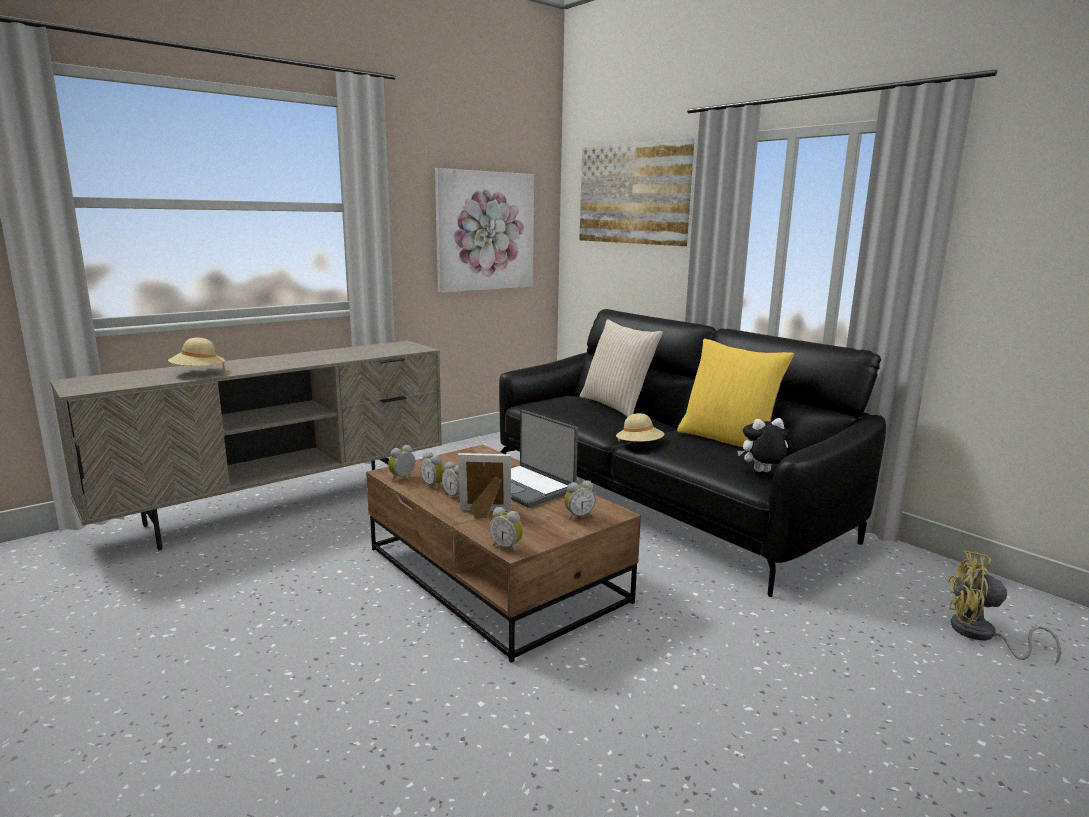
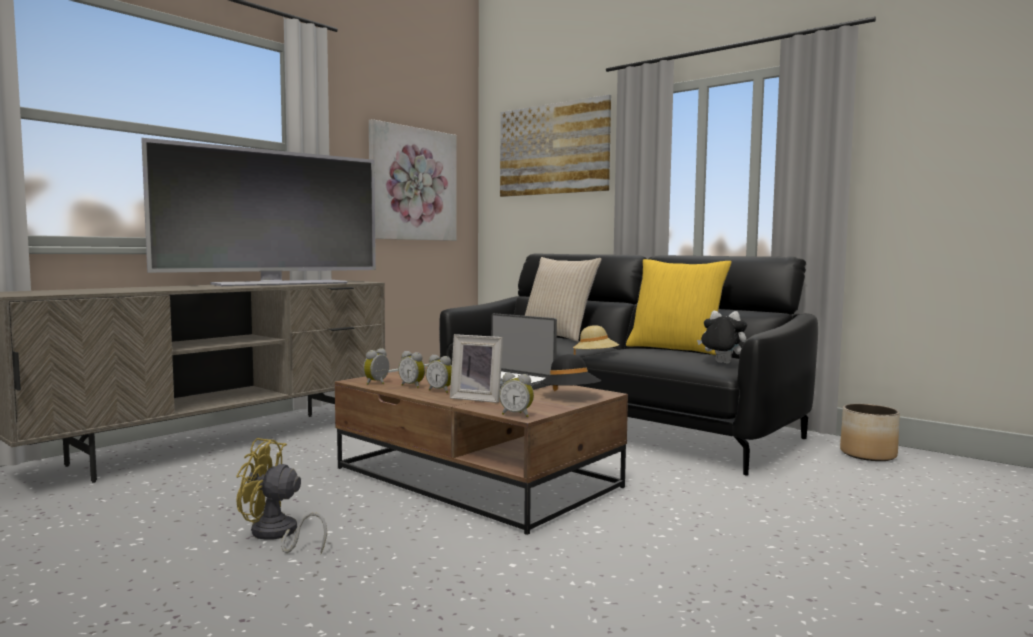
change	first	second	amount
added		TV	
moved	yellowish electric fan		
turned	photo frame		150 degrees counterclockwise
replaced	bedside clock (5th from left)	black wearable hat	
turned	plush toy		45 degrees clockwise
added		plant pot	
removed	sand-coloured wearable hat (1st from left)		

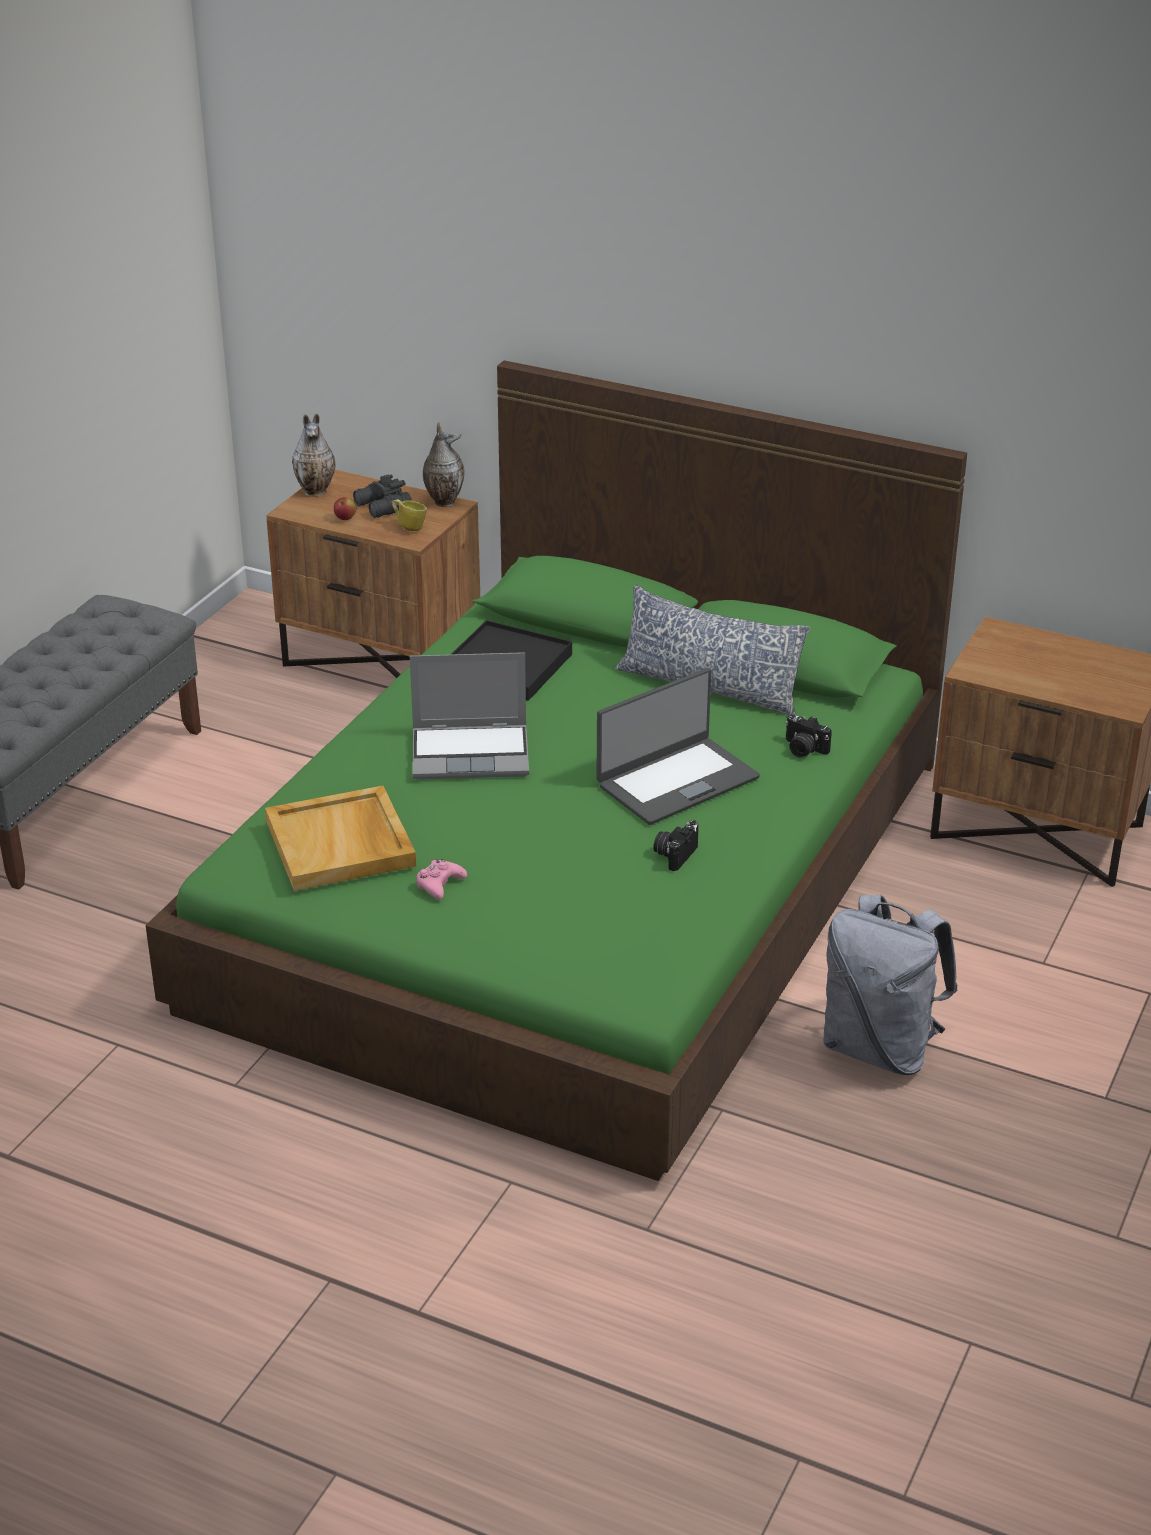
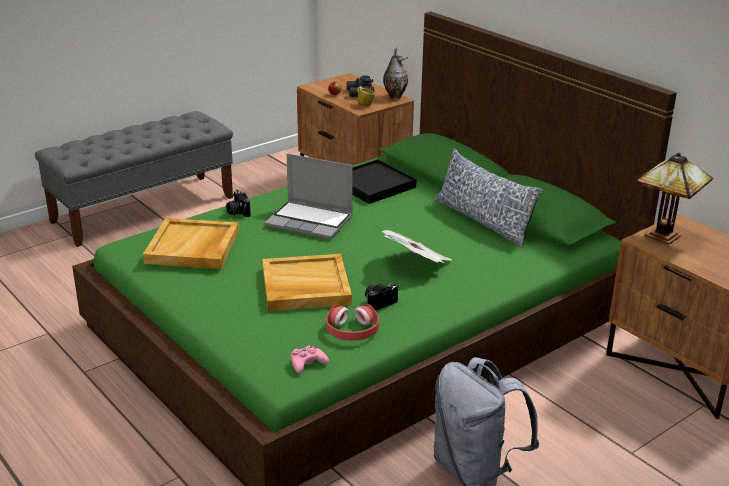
change	first	second	amount
moved	photo camera (2nd from left in the first image)	photo camera (1st from left)	
added		sand-coloured carrying tray (2nd from left)	
moved	pinkish game controller		
added		reddish headphones	
replaced	portable computer (2nd from left)	daily paper	
added		lamp for a table	
removed	flower vase (1st from left)		

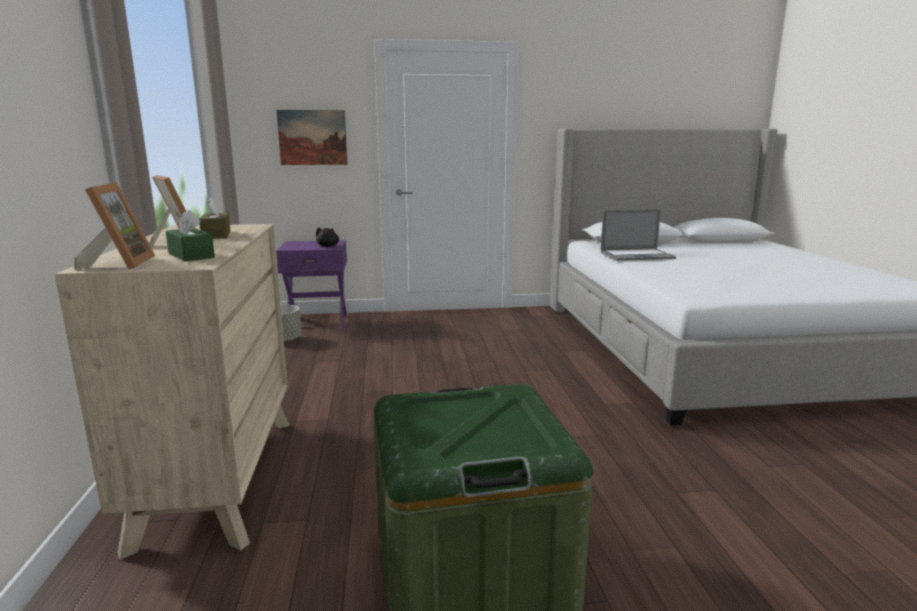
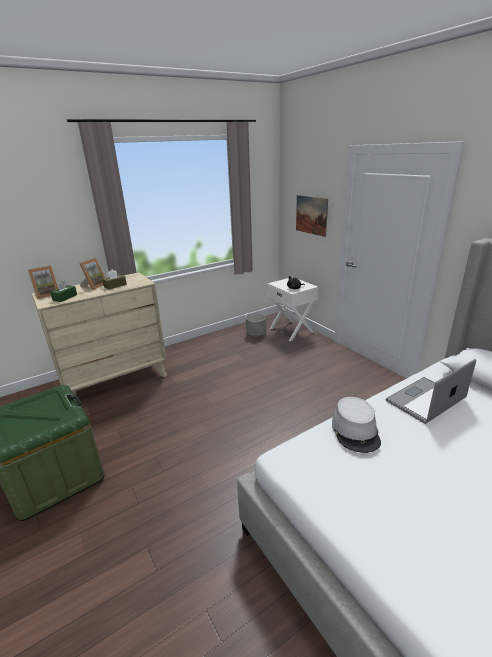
change	first	second	amount
recoloured	purple night table	white-coloured night table	
added		gray wearable hat	
turned	portable computer		90 degrees clockwise

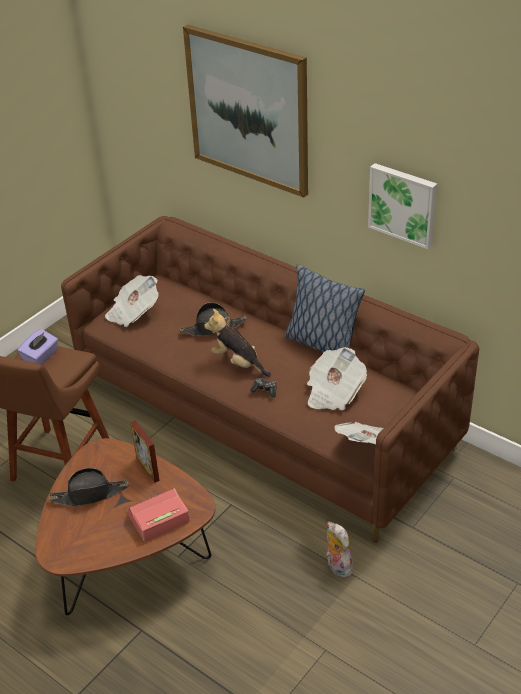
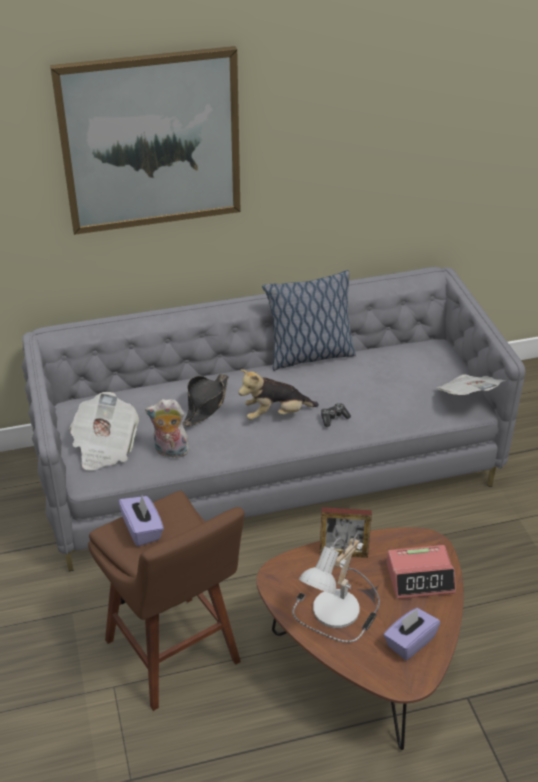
change	first	second	amount
recoloured	brown-coloured couch	gray couch	
moved	plush toy (2nd from left in the first image)	plush toy (1st from left)	
replaced	black wearable hat (1st from left)	lamp for a table	
added		purple tissue holder (2nd from left)	
turned	bedside clock		105 degrees counterclockwise
removed	daily paper (2nd from left)		
removed	picture (2nd from left)		

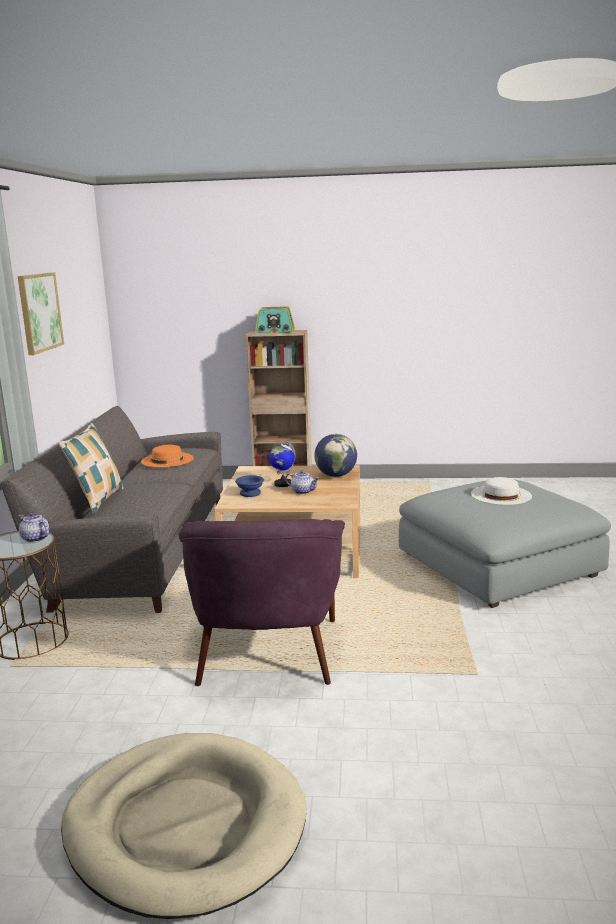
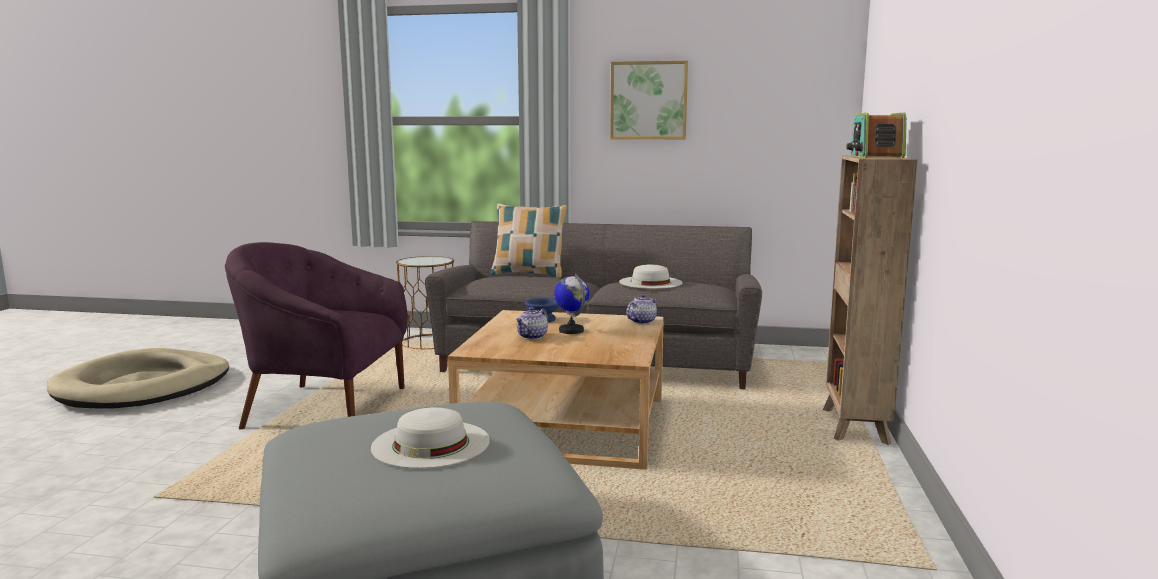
change	first	second	amount
recoloured	orange wearable hat	white-coloured wearable hat (2nd from left)	
moved	pot for tea (1st from left in the first image)	pot for tea (2nd from left)	
removed	globe (2nd from left)		

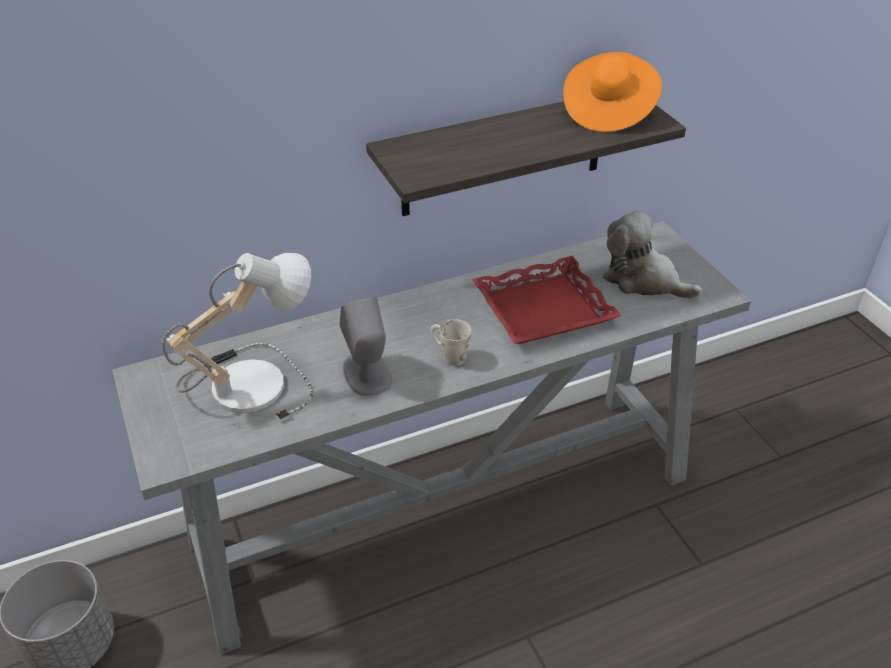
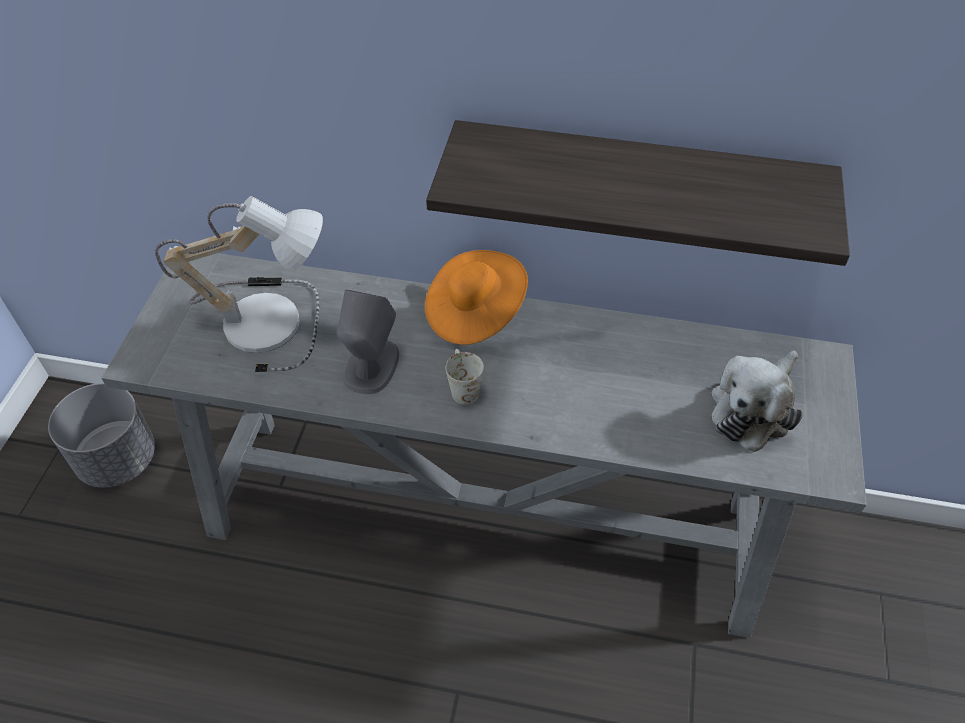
change	first	second	amount
moved	orange wearable hat		
turned	plush toy		120 degrees counterclockwise
removed	reddish carrying tray		

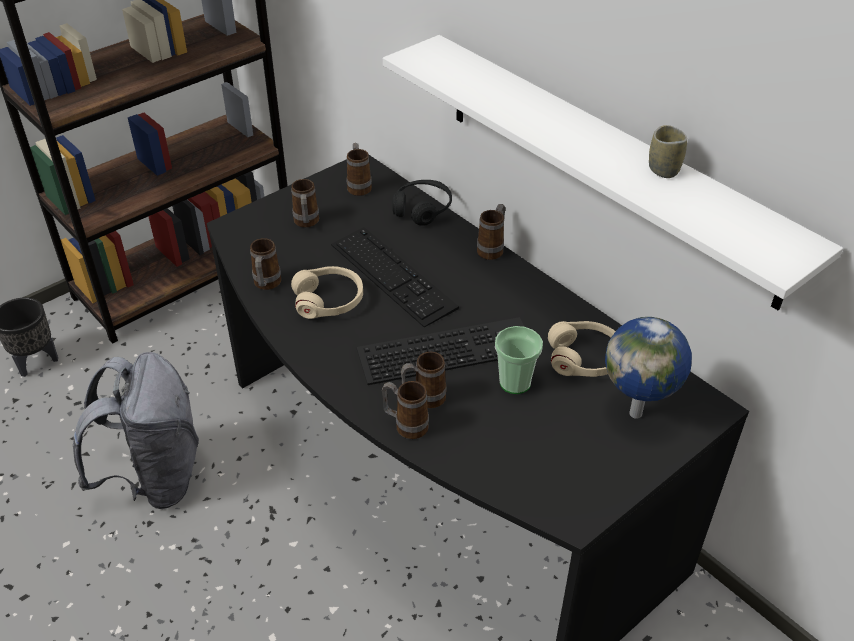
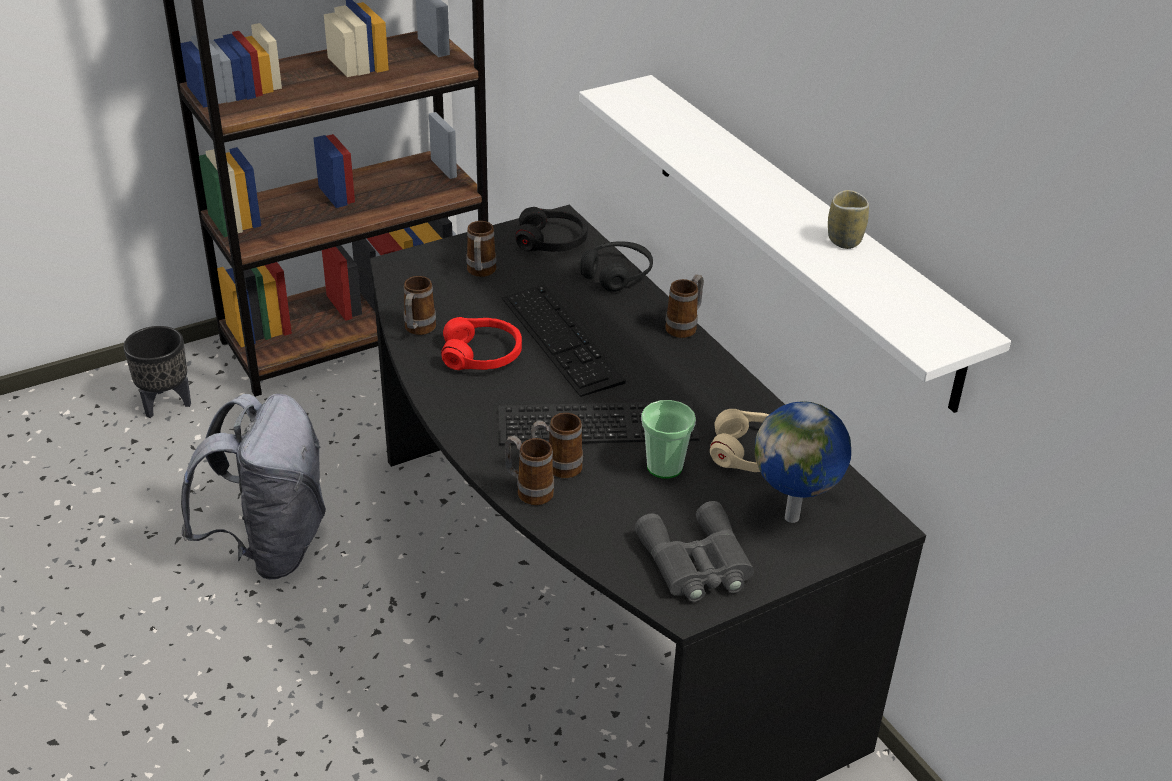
change	first	second	amount
recoloured	sand-coloured headphones (1st from left)	reddish headphones	
replaced	tea mug (3rd from left)	black headphones (1st from left)	
added		gray pair of binoculars	

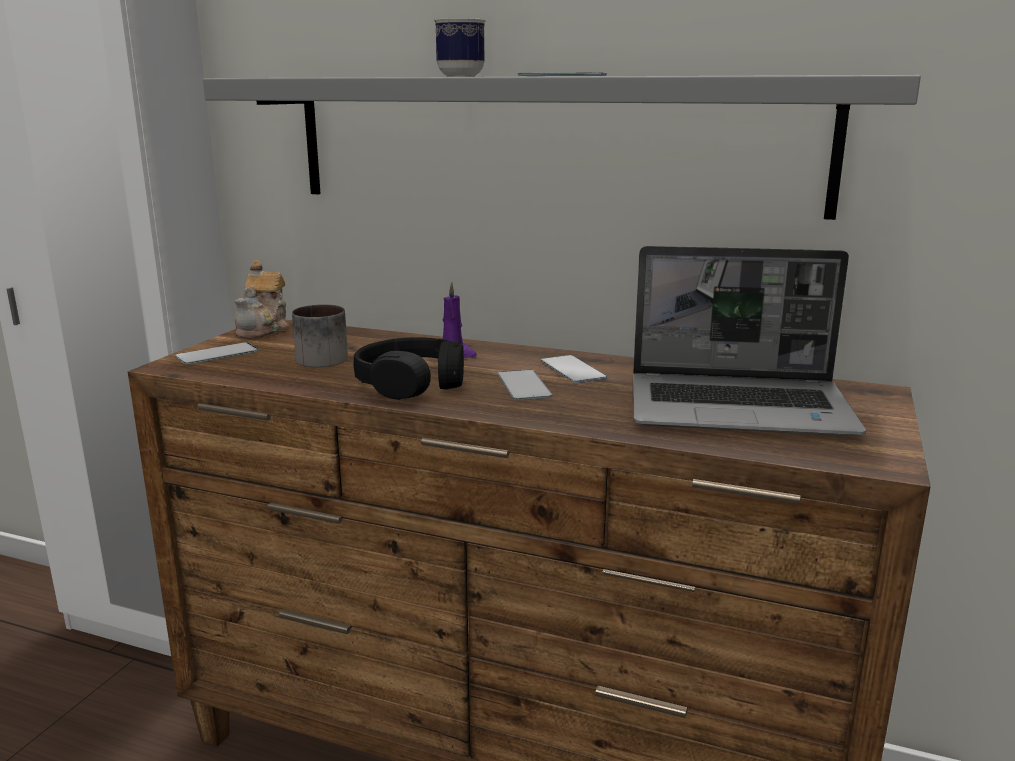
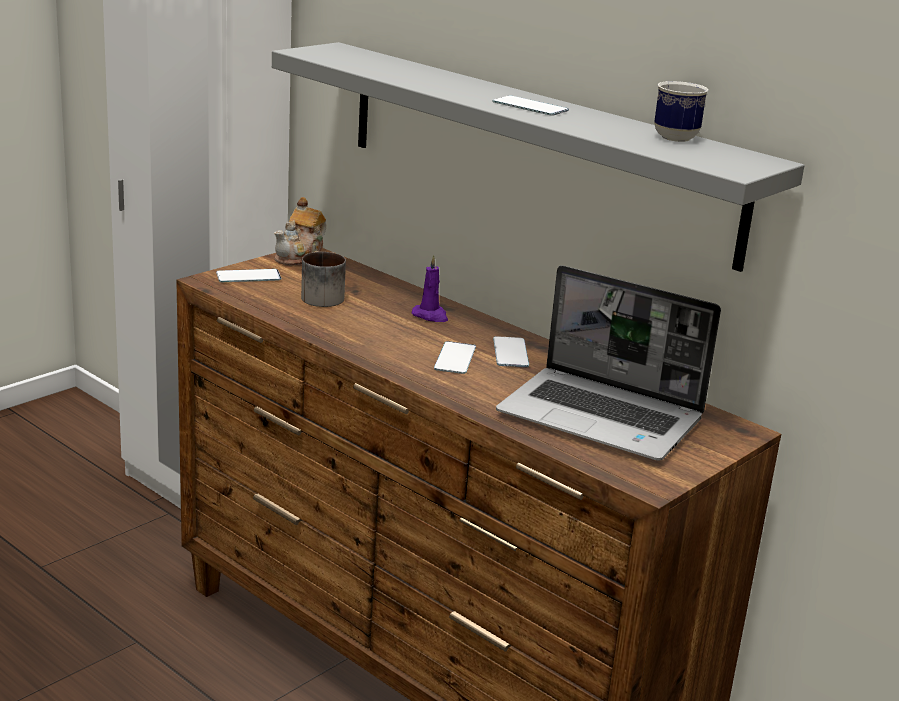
change	first	second	amount
moved	tea mug (2nd from left)		
removed	black headphones		

